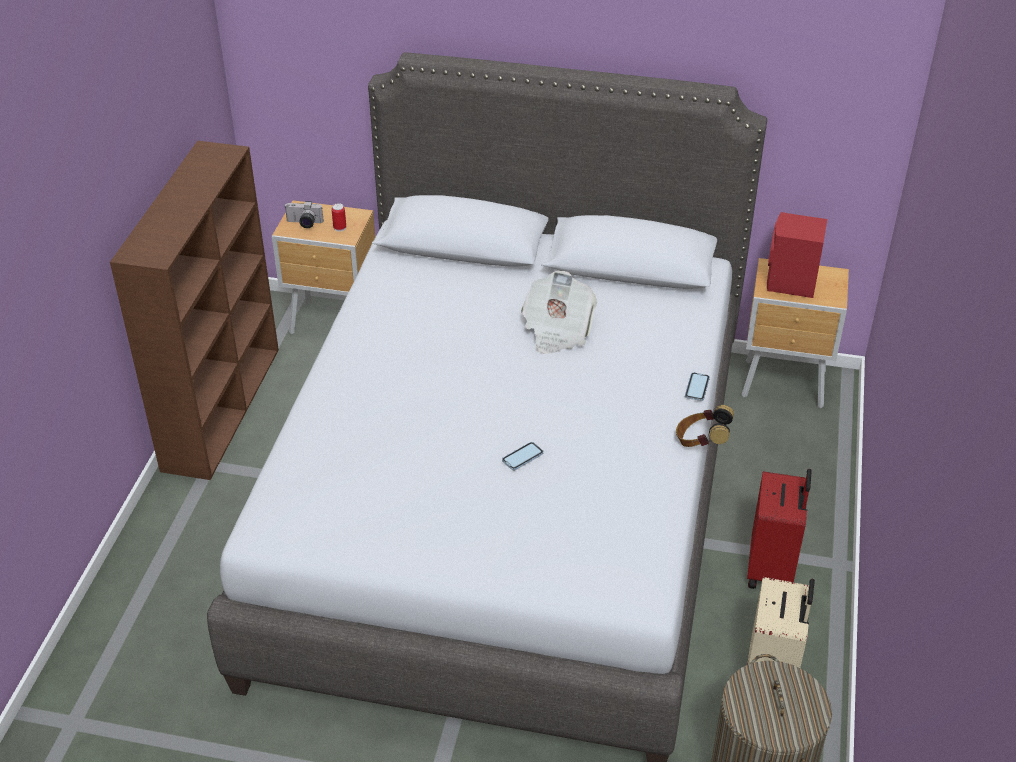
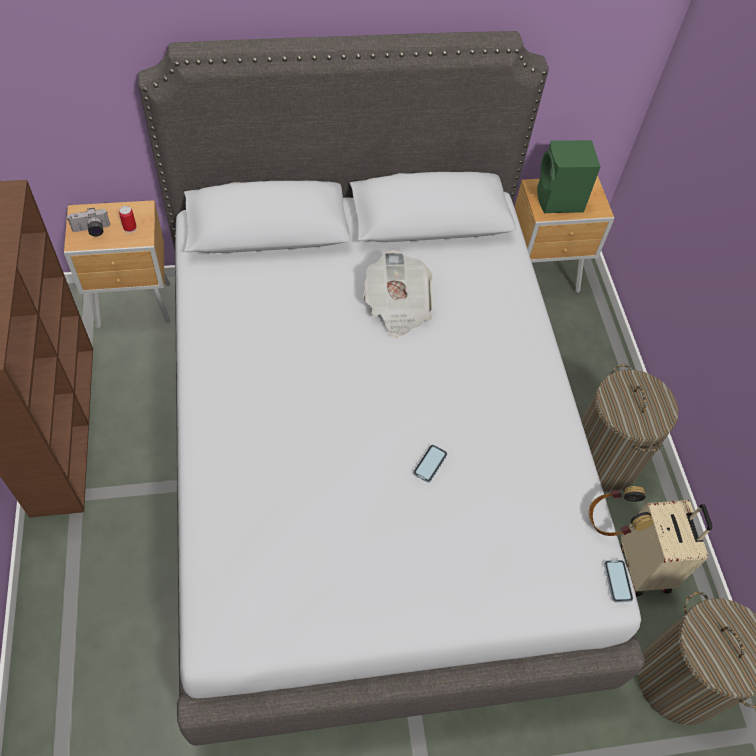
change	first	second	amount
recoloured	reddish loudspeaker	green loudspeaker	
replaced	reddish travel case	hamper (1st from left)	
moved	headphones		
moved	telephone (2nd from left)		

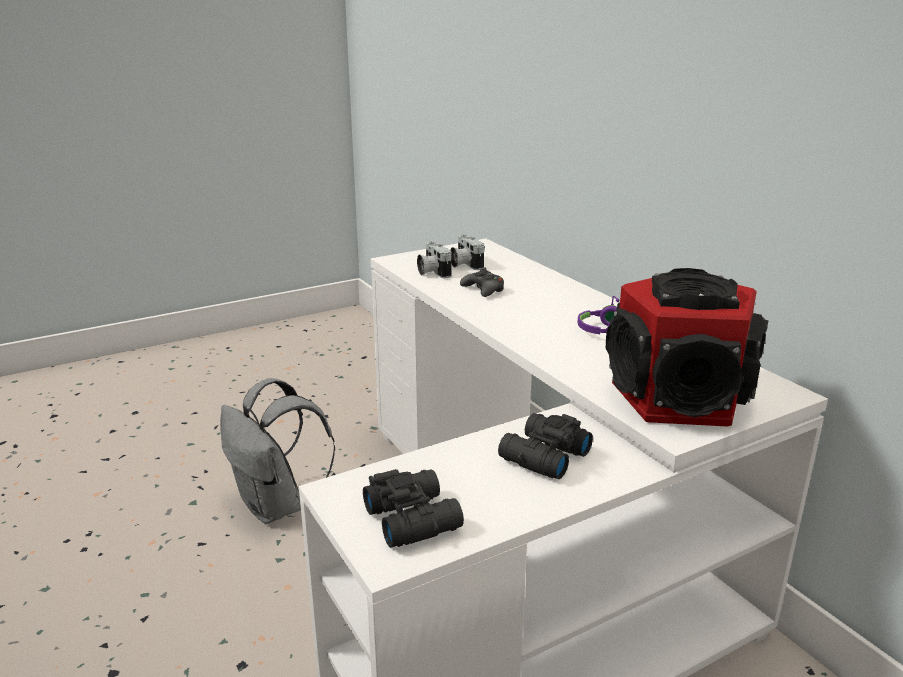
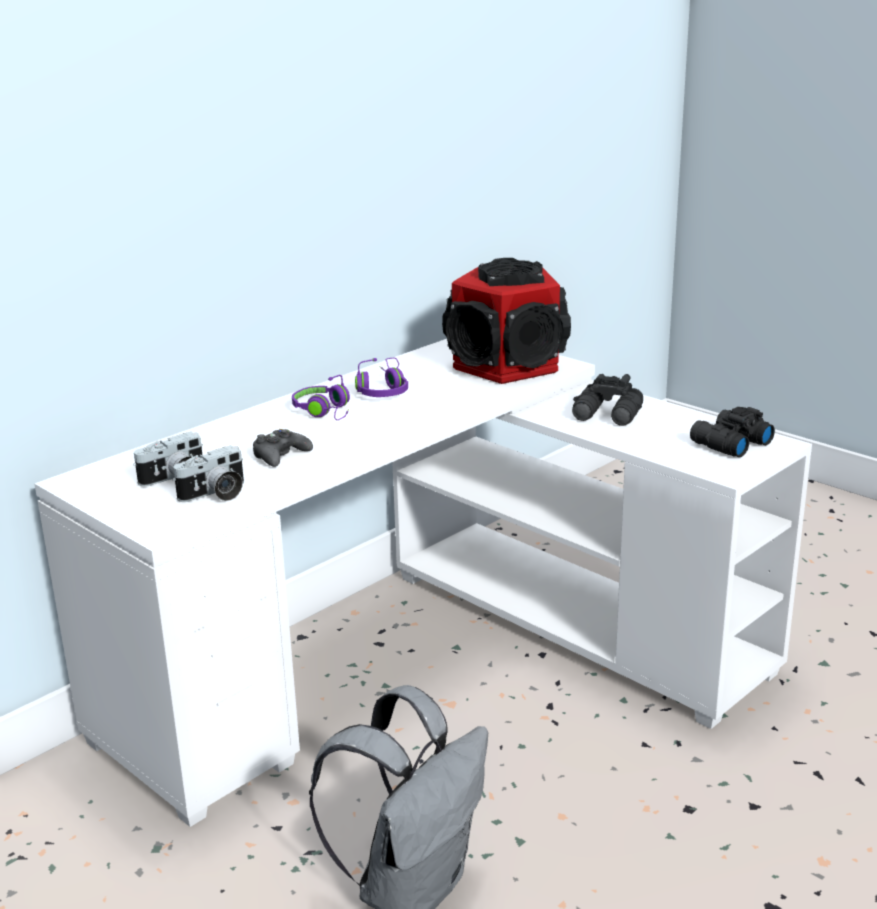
change	first	second	amount
added		purple headphones (1st from left)	

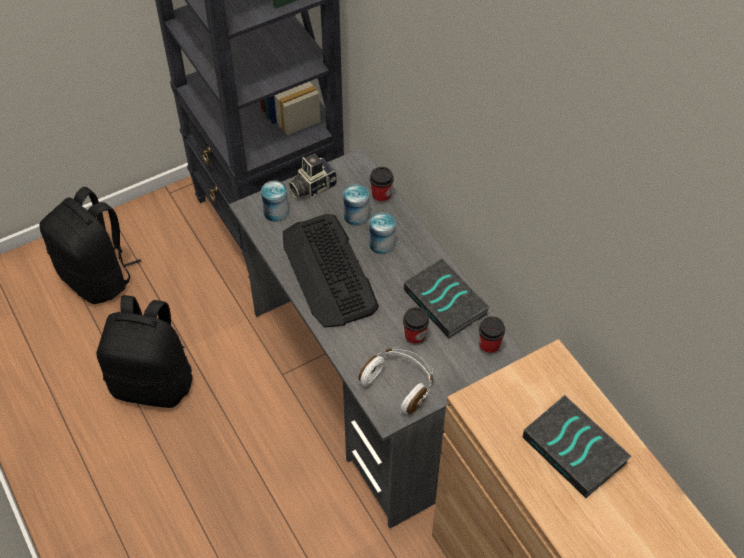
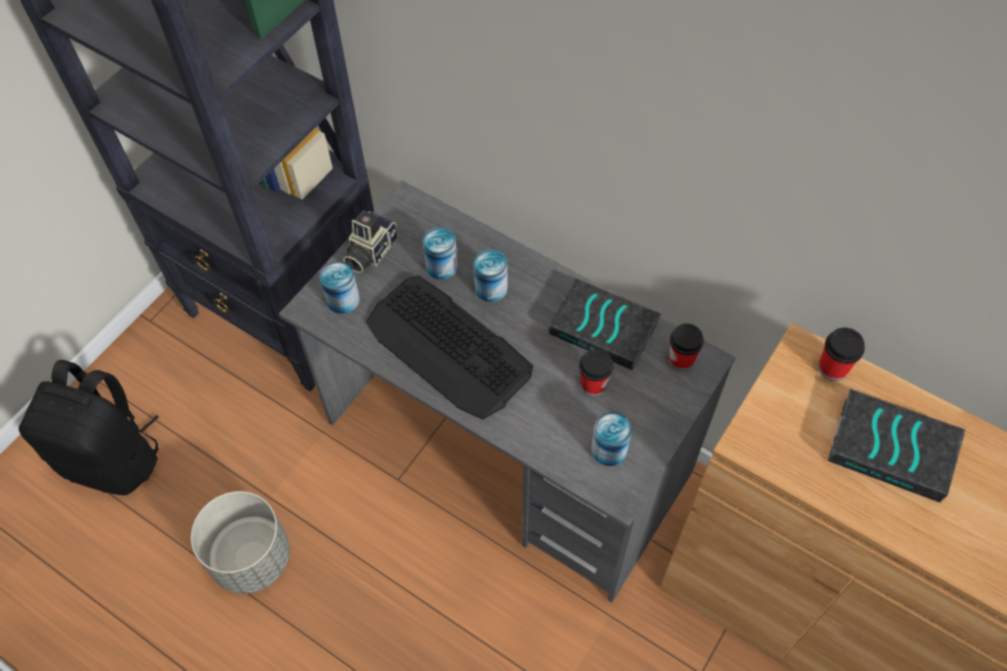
change	first	second	amount
replaced	black rucksack (2nd from left)	gray plant pot	
replaced	white-coloured headphones	can (4th from left)	
moved	cup (1st from left in the first image)	cup (3rd from left)	

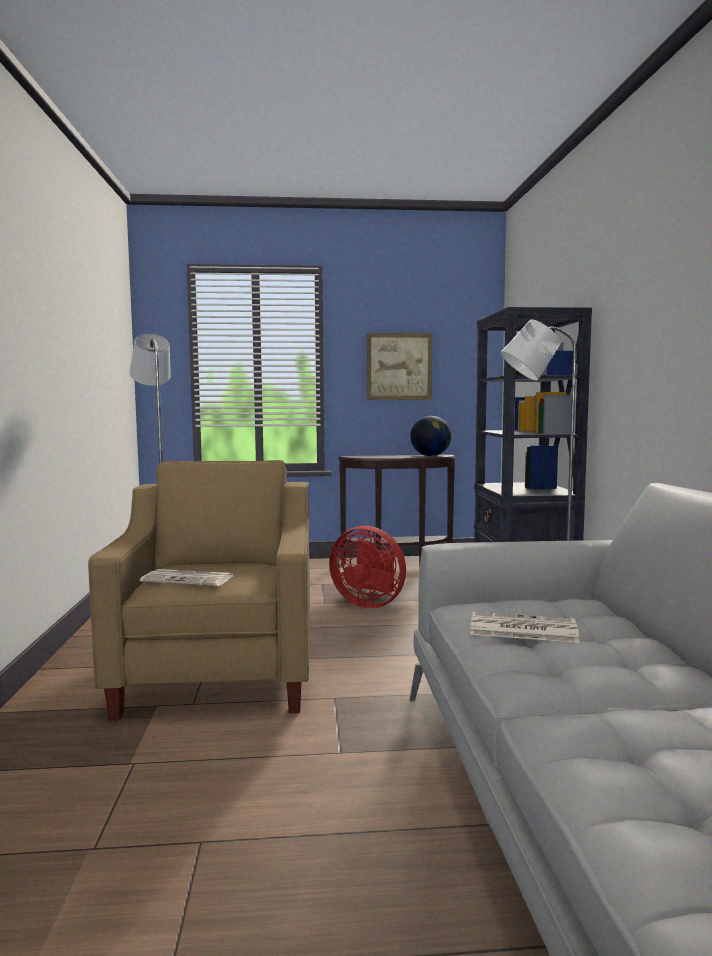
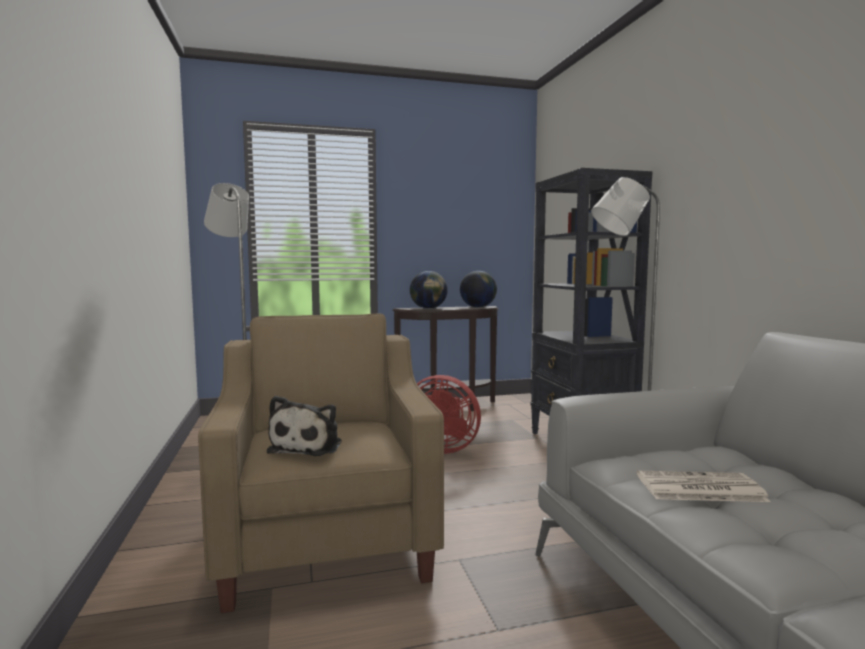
change	first	second	amount
replaced	daily paper (1st from left)	plush toy	
added		globe (1st from left)	
removed	picture		

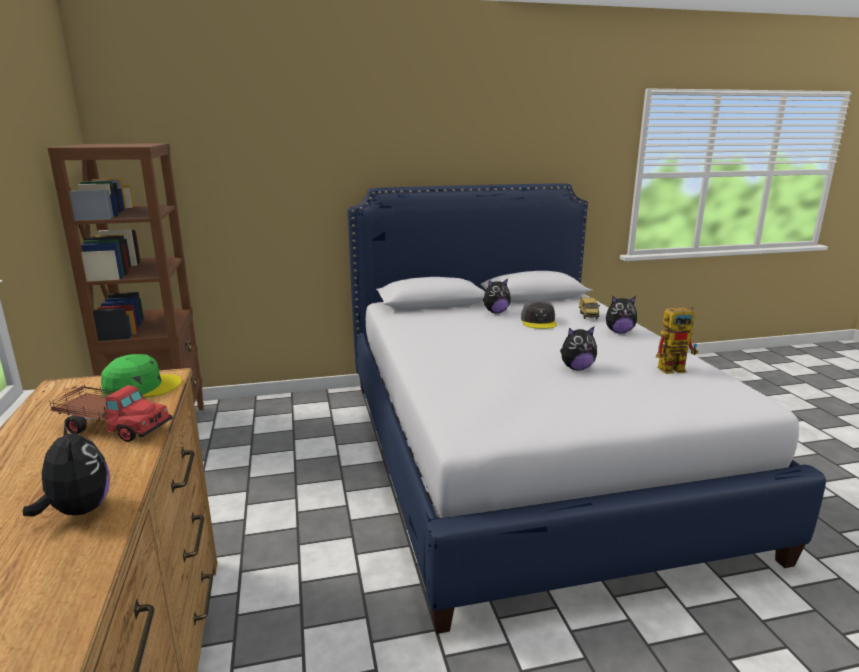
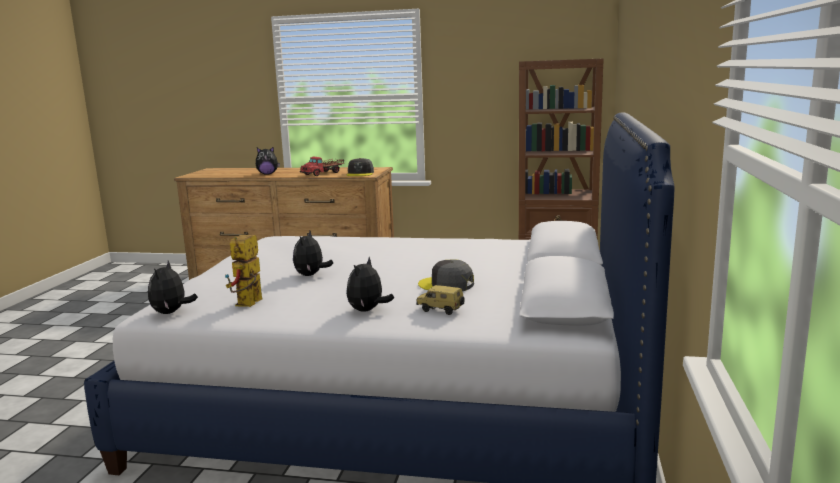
change	first	second	amount
moved	plush toy (2nd from left in the first image)	plush toy (1st from left)	
recoloured	green baseball cap	gray baseball cap (1st from left)	

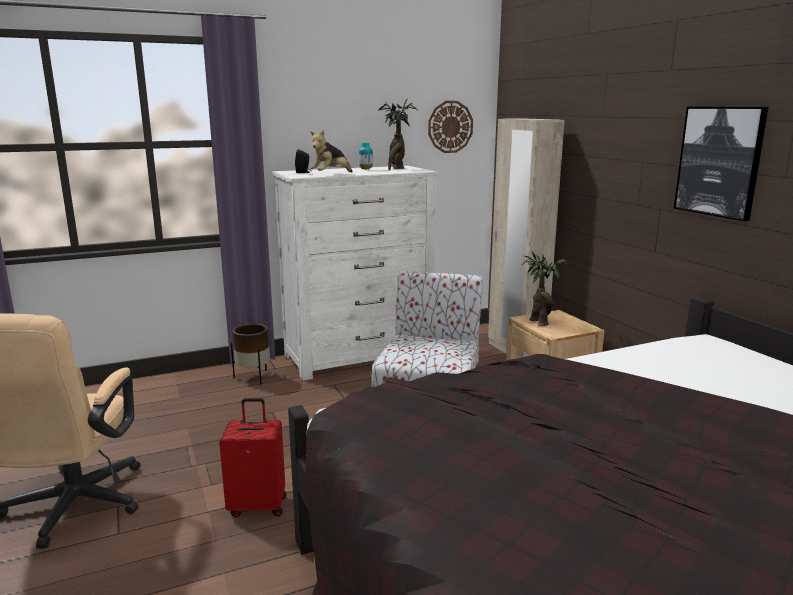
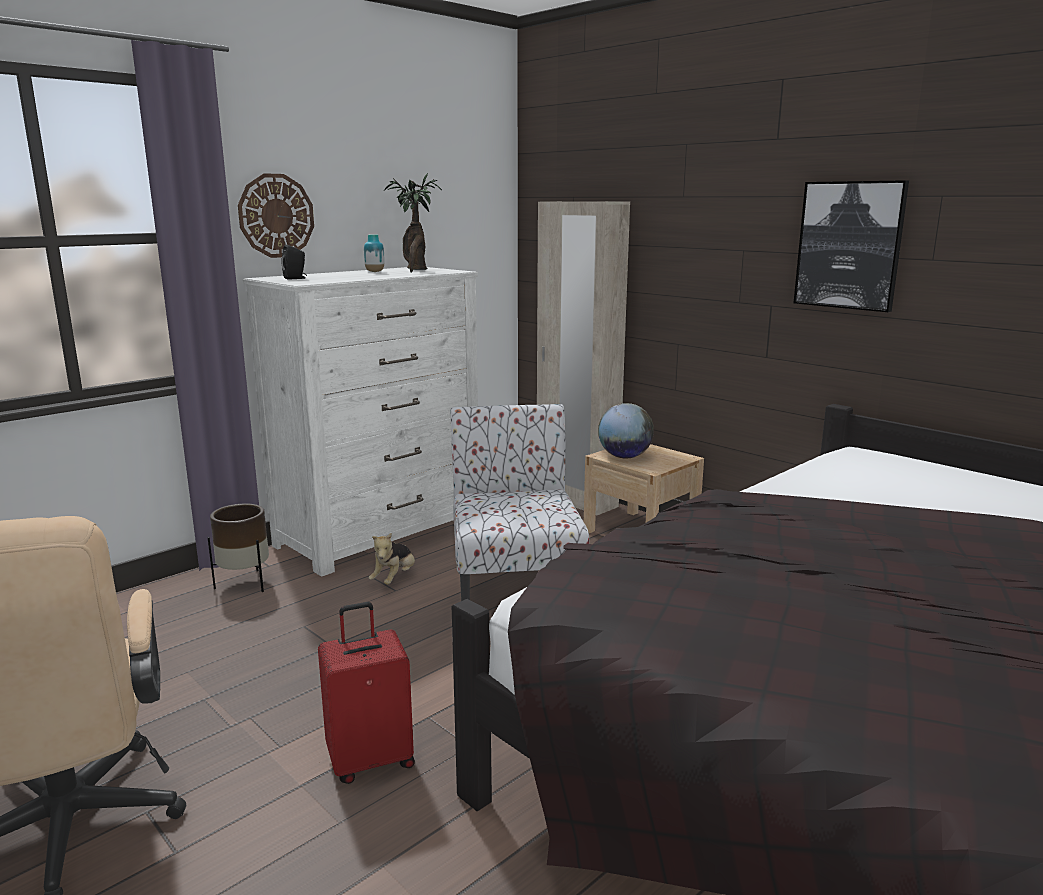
change	first	second	amount
moved	clock on the wall		
moved	plush toy		
replaced	potted plant (2nd from left)	globe	

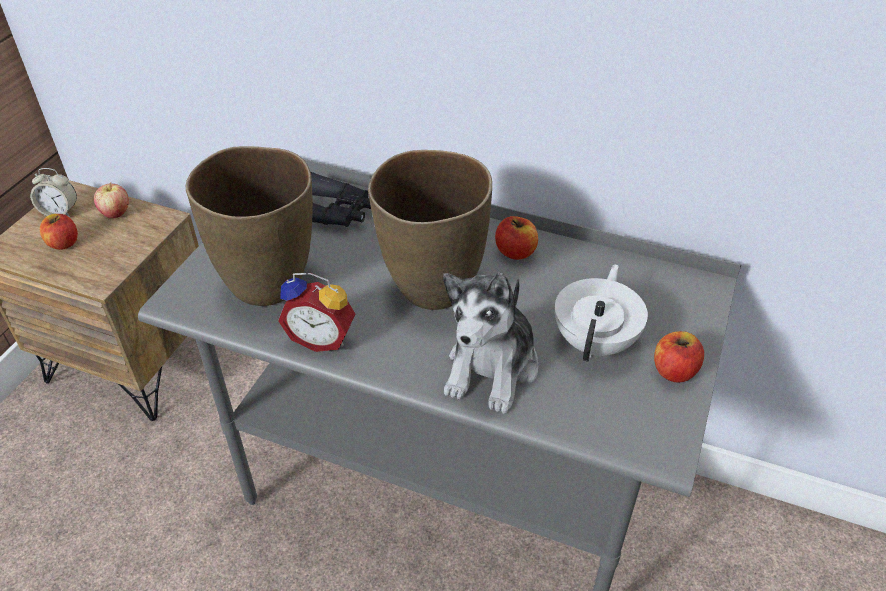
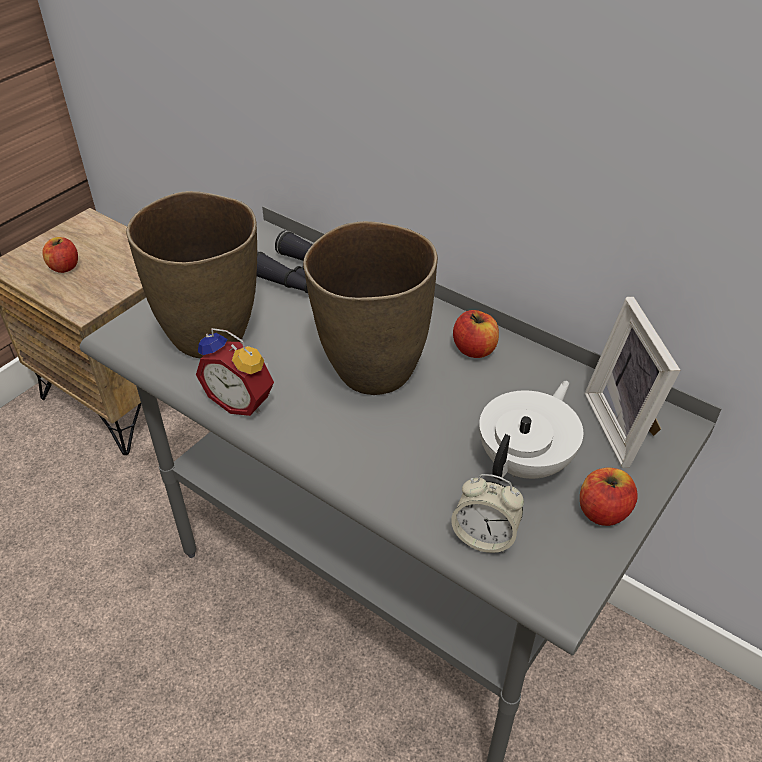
change	first	second	amount
moved	bedside clock (1st from left in the first image)	bedside clock (2nd from left)	
added		photo frame	
removed	apple fruit (2nd from left)		
removed	plush toy		

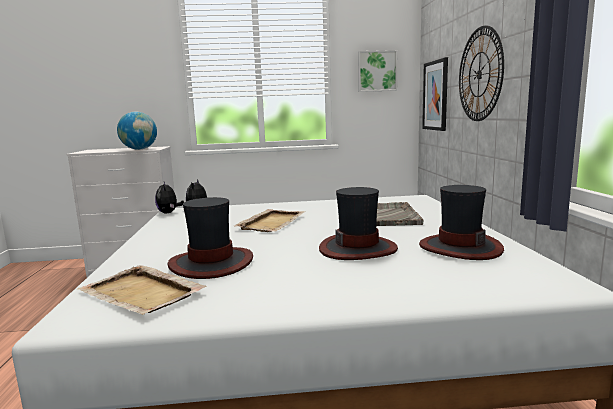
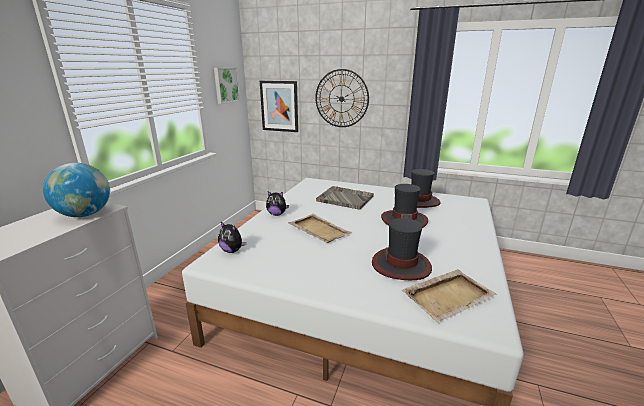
change	first	second	amount
moved	plush toy (1st from left in the first image)	plush toy (2nd from left)	

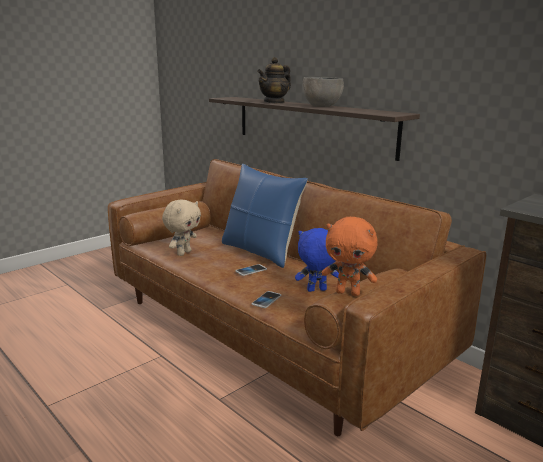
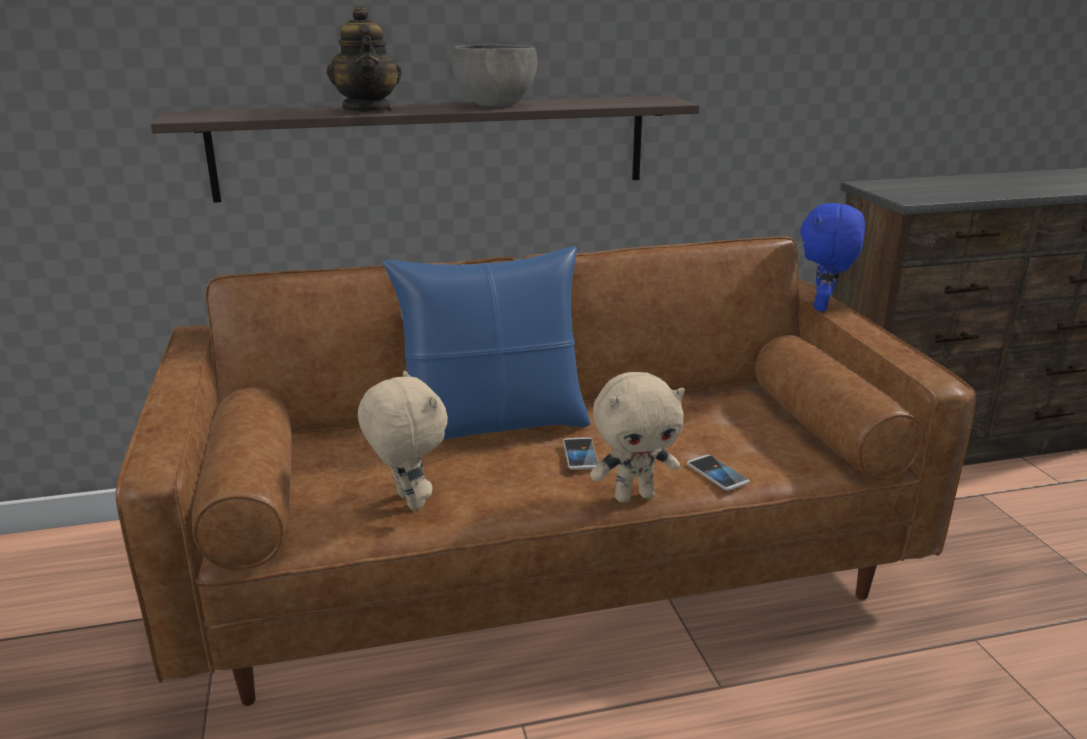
change	first	second	amount
added		sand-coloured plush toy (2nd from left)	
moved	blue-coloured plush toy		
removed	orange plush toy		

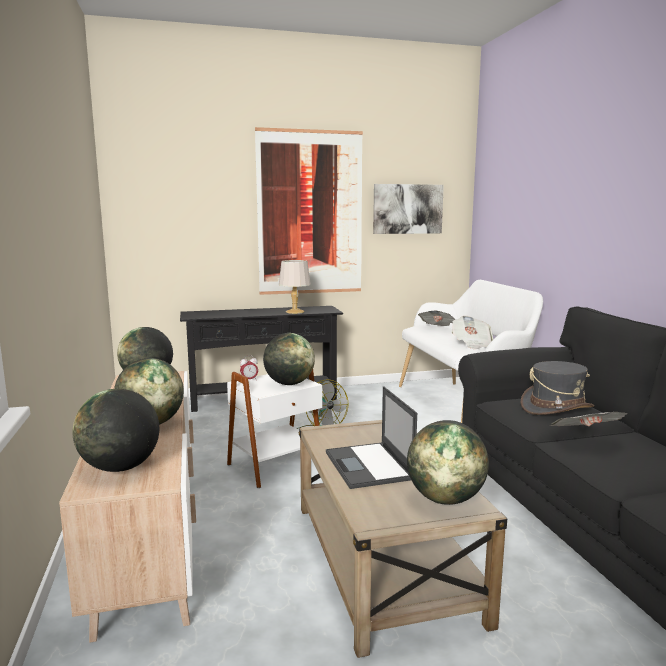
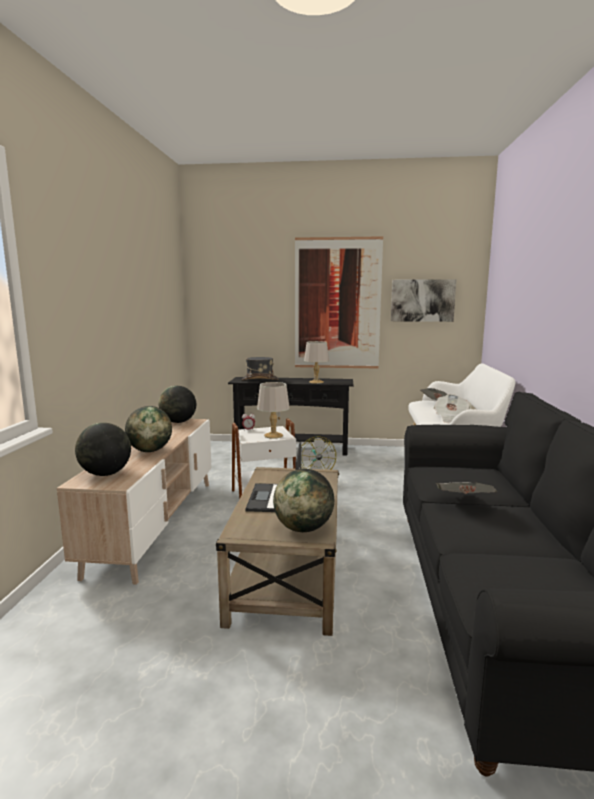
change	first	second	amount
moved	gray wearable hat		
replaced	globe (4th from left)	gray lamp for a table (1st from left)	

